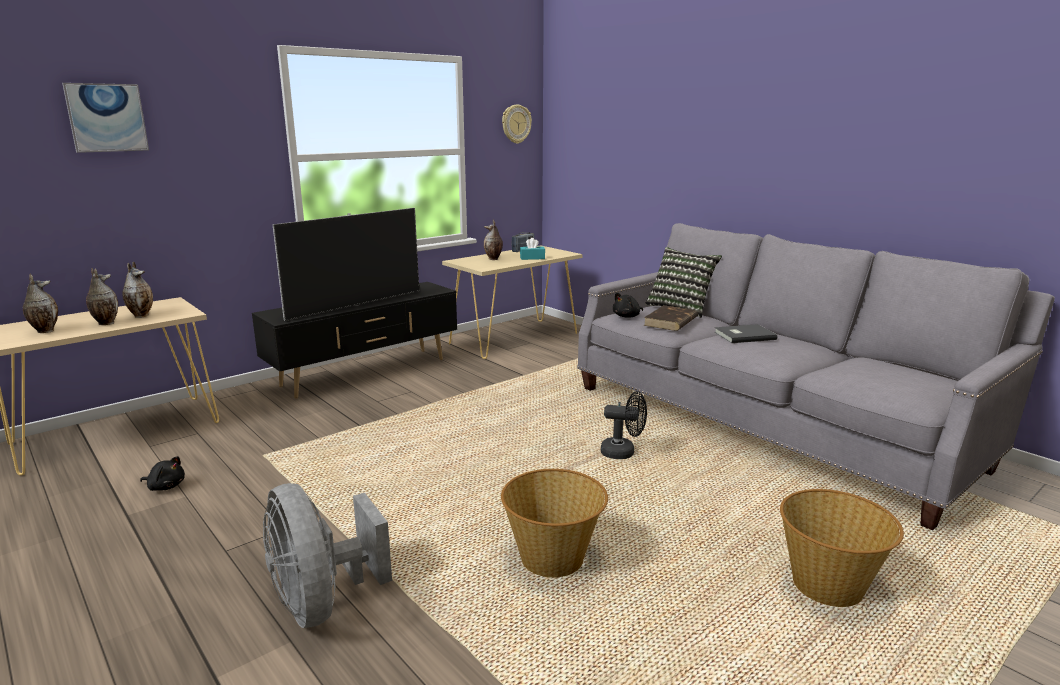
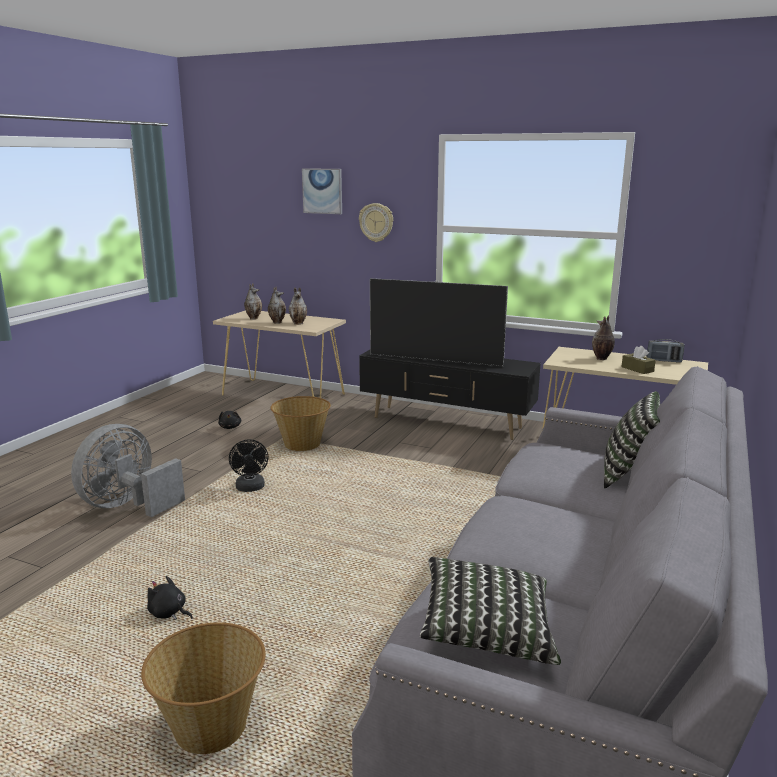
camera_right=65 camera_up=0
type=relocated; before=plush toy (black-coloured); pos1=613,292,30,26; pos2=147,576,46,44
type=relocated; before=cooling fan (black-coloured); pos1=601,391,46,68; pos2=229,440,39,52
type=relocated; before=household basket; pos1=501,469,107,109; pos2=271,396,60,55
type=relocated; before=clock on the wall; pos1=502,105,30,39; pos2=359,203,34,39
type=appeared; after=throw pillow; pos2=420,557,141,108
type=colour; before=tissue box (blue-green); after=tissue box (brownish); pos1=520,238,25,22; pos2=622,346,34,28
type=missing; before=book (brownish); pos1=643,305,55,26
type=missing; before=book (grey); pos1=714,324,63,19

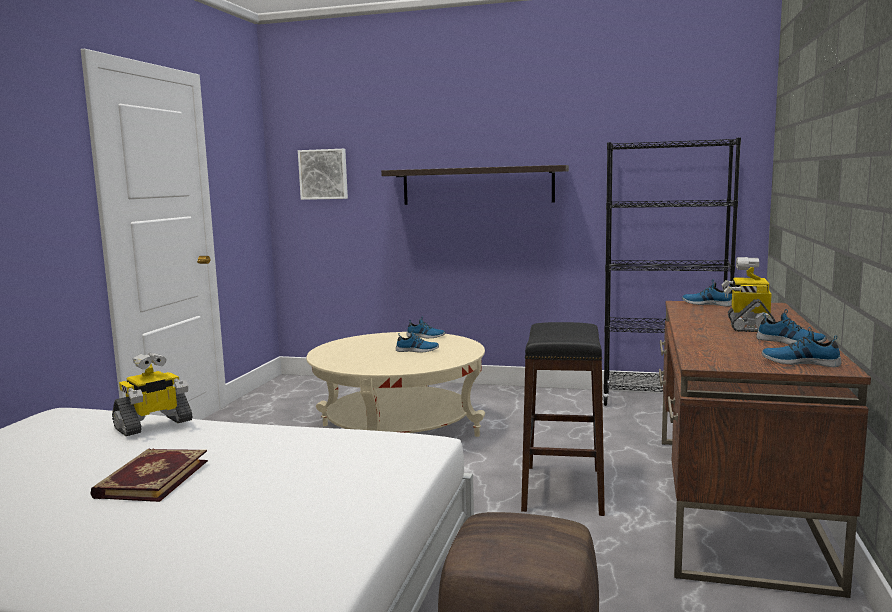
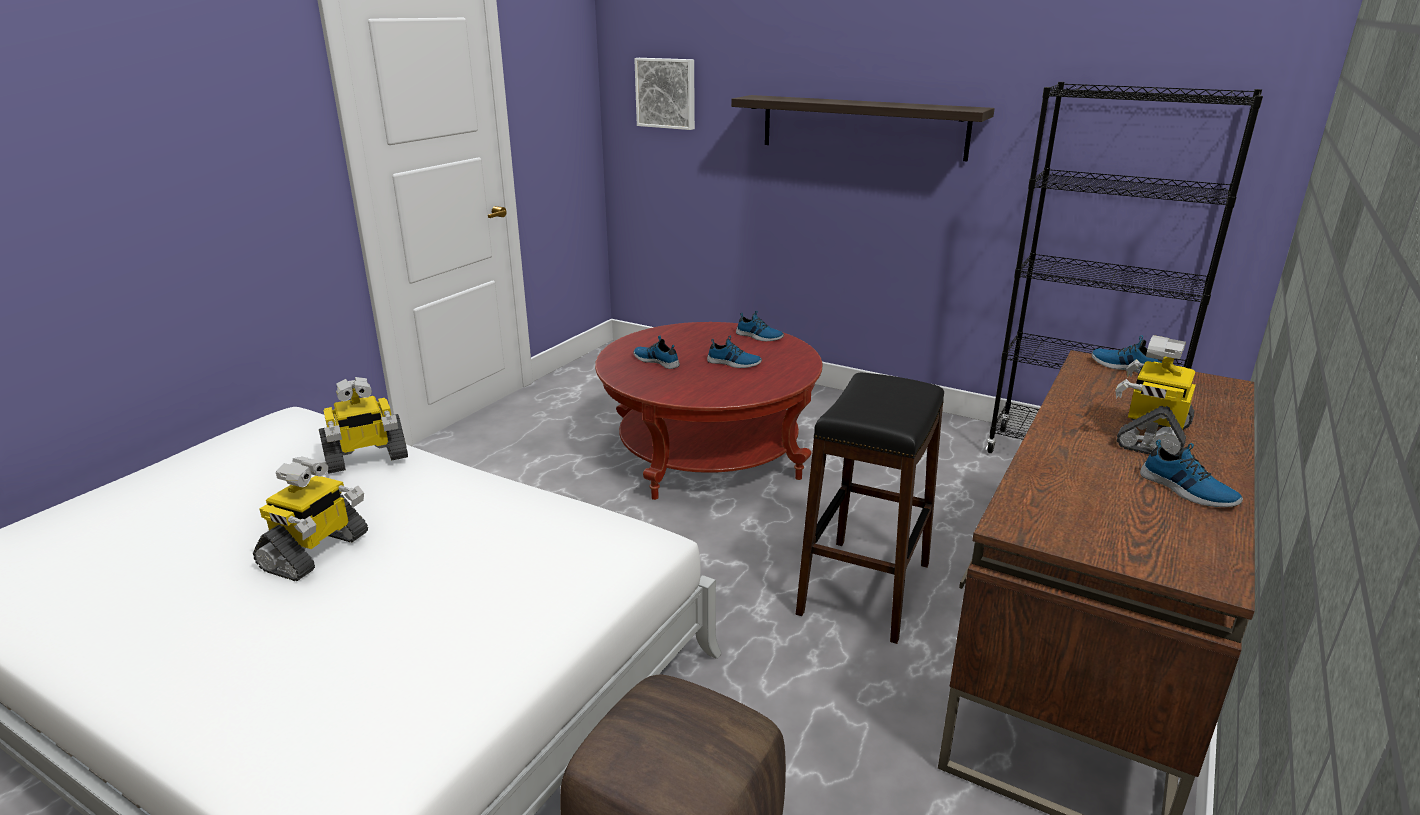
camera_right=15 camera_up=15
type=exchanged; before=book; after=model robot; pos1=90,448,118,54; pos2=253,457,115,124
type=colour; before=coffee table (sand-coloured); after=coffee table (red); pos1=306,332,179,105; pos2=595,322,227,178
type=relocated; before=item of footwear; pos1=762,327,80,40; pos2=634,335,46,34

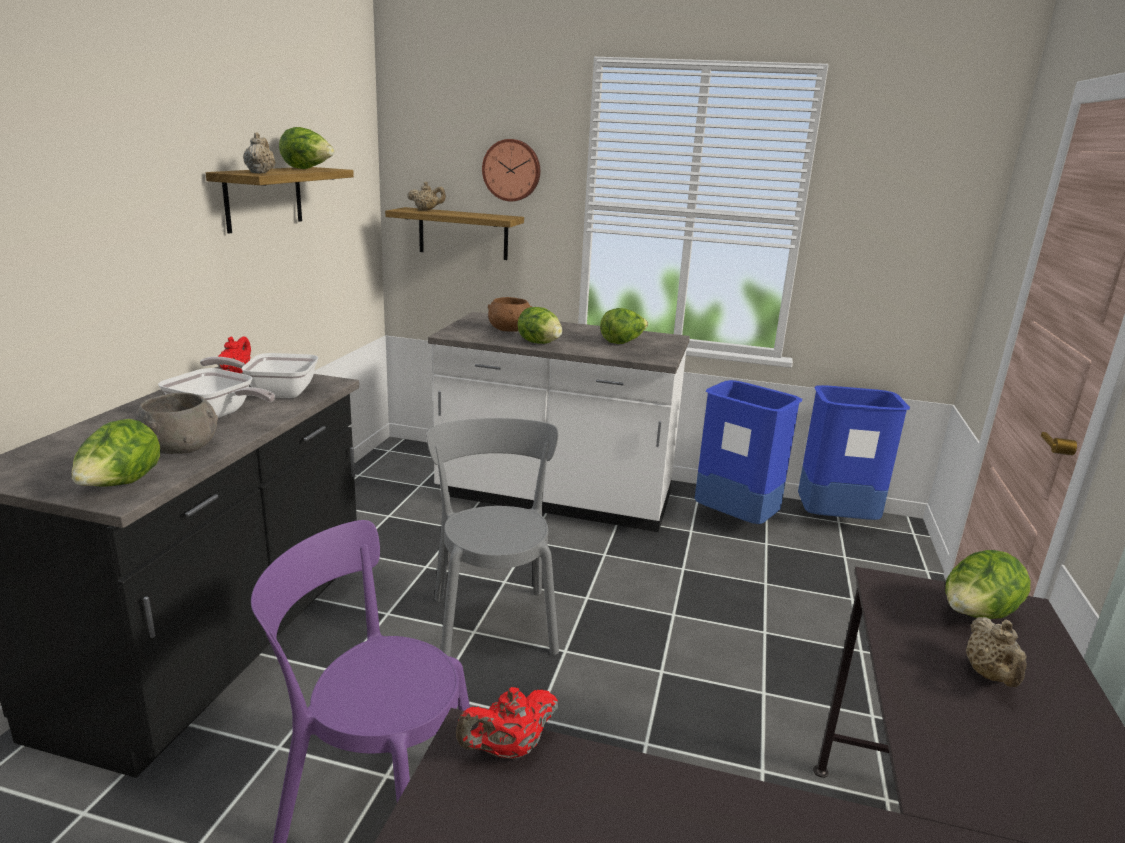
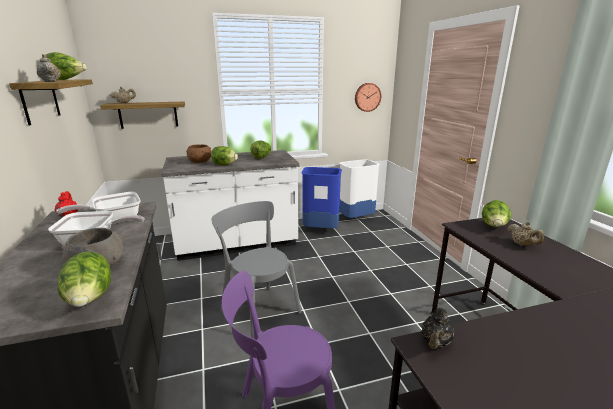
camera_right=-30 camera_up=0
type=colour; before=waste bin (bluish); after=waste bin (whitish); pos1=798,385,112,135; pos2=339,159,41,59
type=relocated; before=clock on the wall; pos1=482,139,58,63; pos2=355,83,26,29
type=colour; before=tea pot (red); after=tea pot (black-coloured); pos1=456,687,102,72; pos2=421,308,33,41

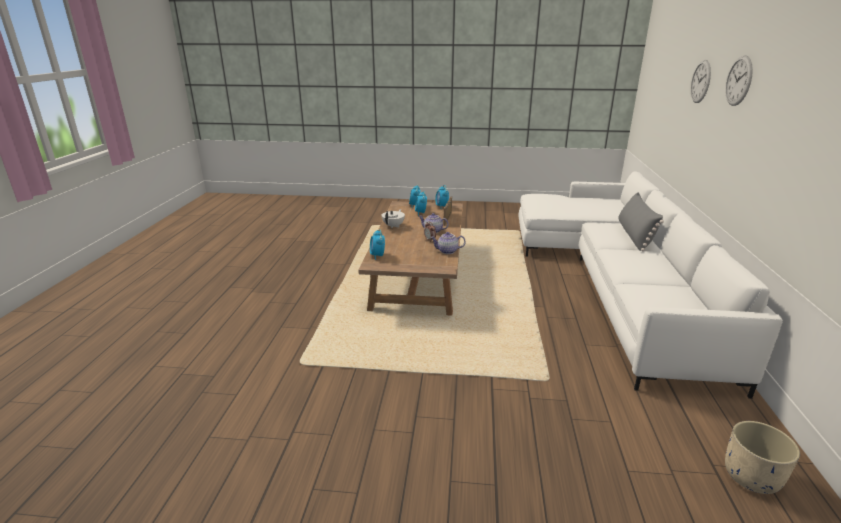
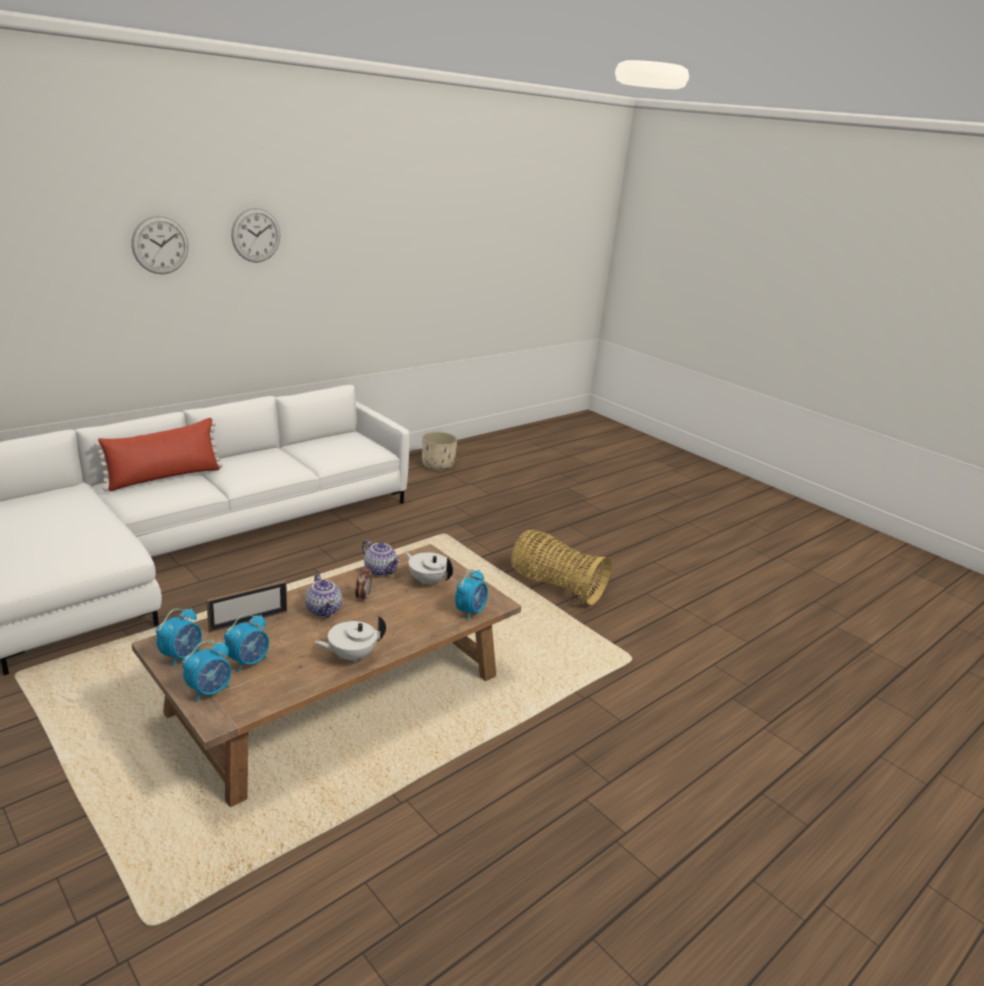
camera_right=-140 camera_up=0
type=colour; before=throw pillow (grey); after=throw pillow (red); pos1=618,192,46,59; pos2=94,418,129,74
type=relocated; before=clock on the wall; pos1=691,60,20,43; pos2=231,208,49,55
type=appeared; after=tea pot (whitish); pos2=404,551,49,35
type=appeared; after=household basket; pos2=511,530,100,75

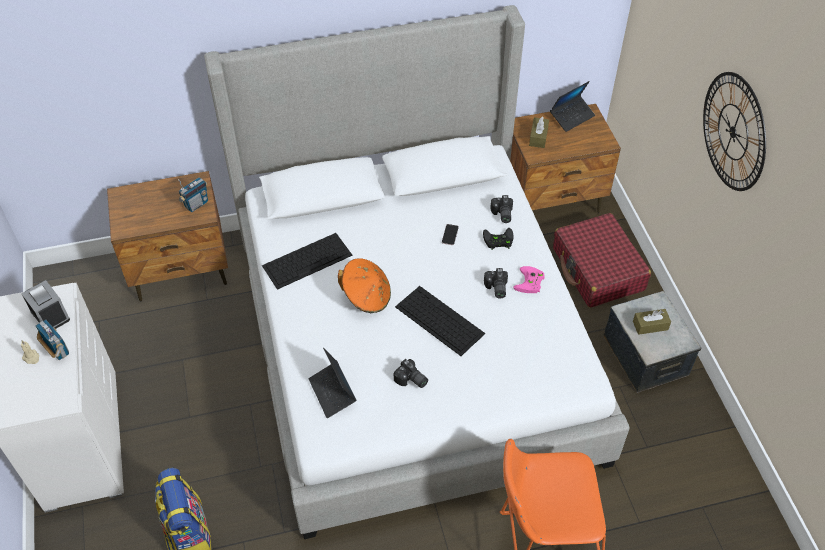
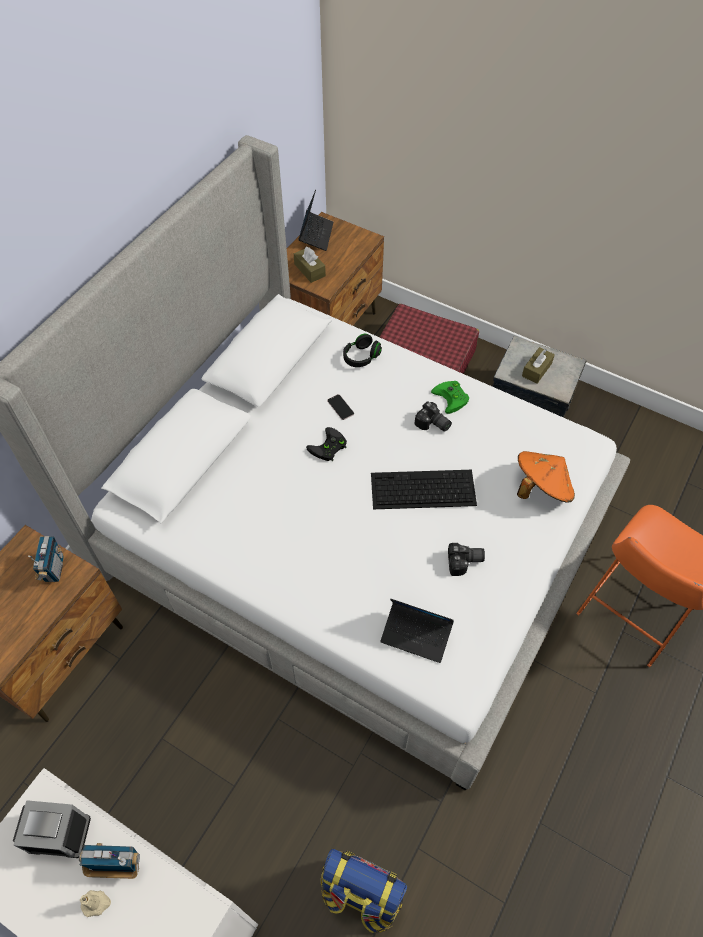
camera_right=-45 camera_up=5
type=relocated; before=joypad (black-coloured); pos1=483,228,31,22; pos2=306,427,41,34
type=exchanged; before=still camera; after=pair of headphones (black-coloured); pos1=490,195,23,28; pos2=343,334,39,33
type=colour; before=joypad (pinkish); after=joypad (greenish); pos1=513,266,32,27; pos2=431,381,38,33
type=relocated; before=wearable hat (orange-coloured); pos1=338,258,53,55; pos2=517,451,58,52
type=missing; before=computer keyboard; pos1=262,233,91,57
type=missing; before=clock on the wall; pos1=703,72,63,119

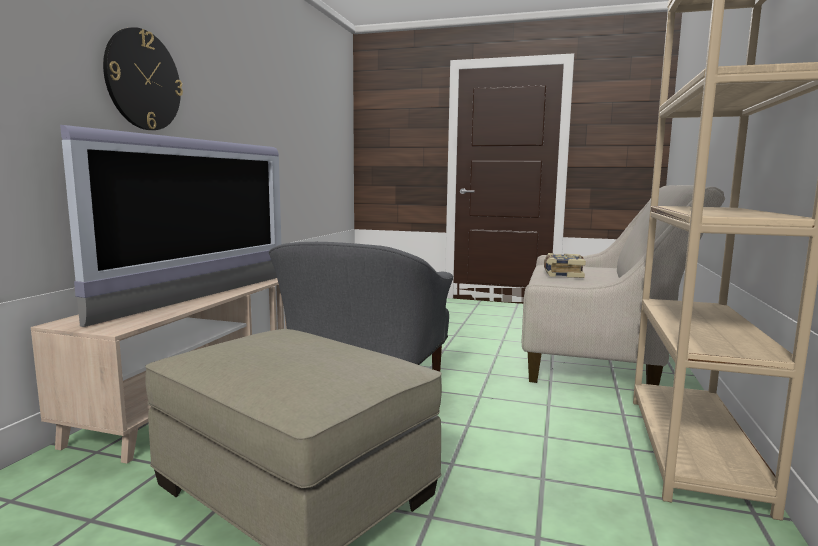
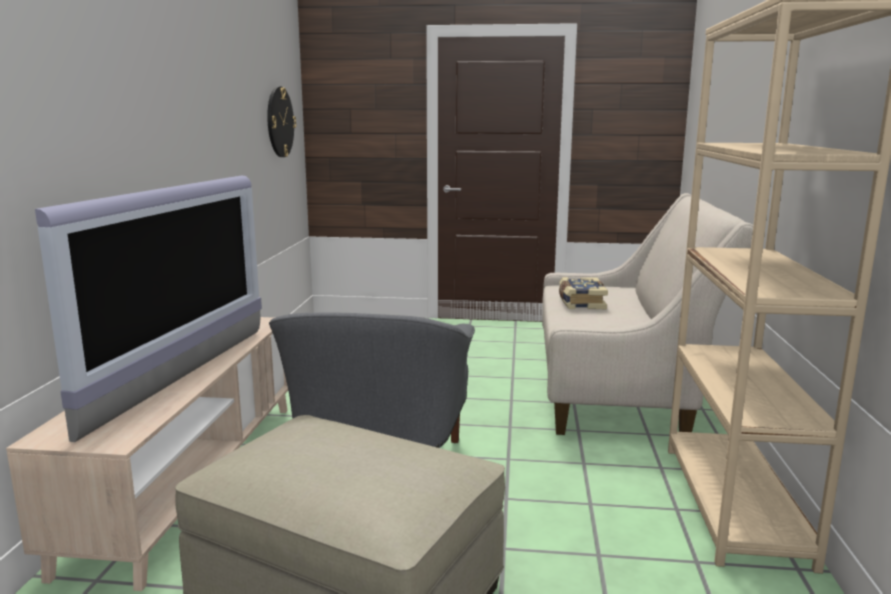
camera_right=-10 camera_up=5
type=relocated; before=clock on the wall; pos1=103,27,80,103; pos2=267,86,29,71

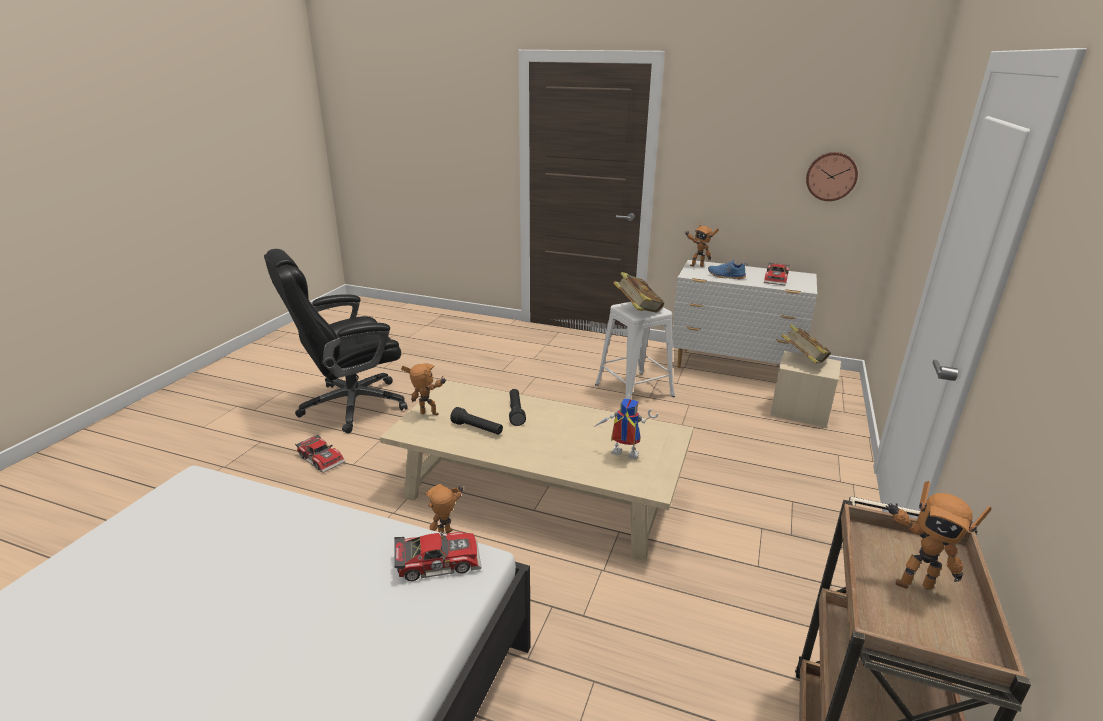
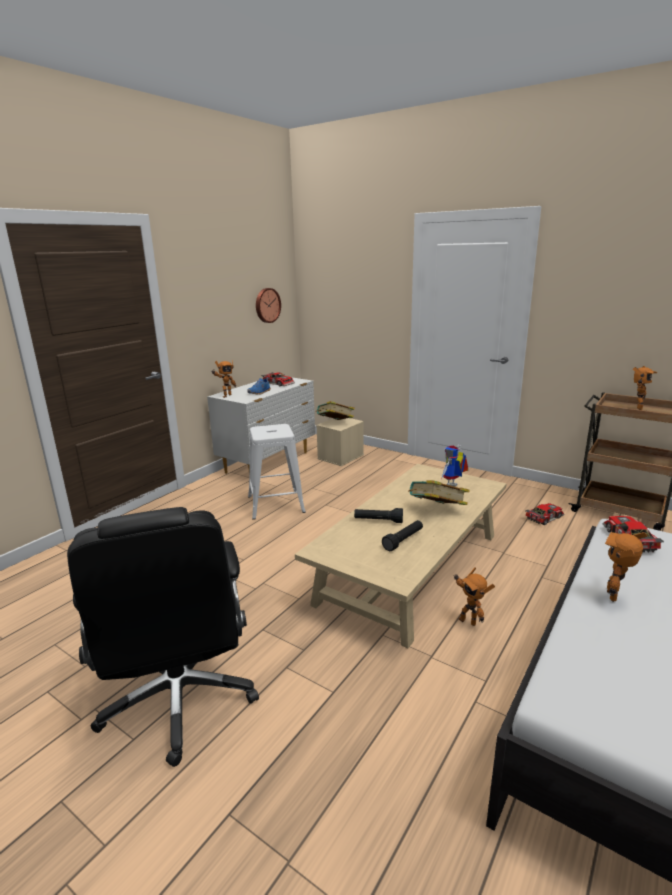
camera_right=-75 camera_up=-5
type=relocated; before=book; pos1=614,272,50,41; pos2=408,480,61,25
type=relocated; before=miniature car; pos1=295,434,50,39; pos2=525,503,40,22
type=relocated; before=model robot; pos1=401,364,46,51; pos2=605,532,42,70

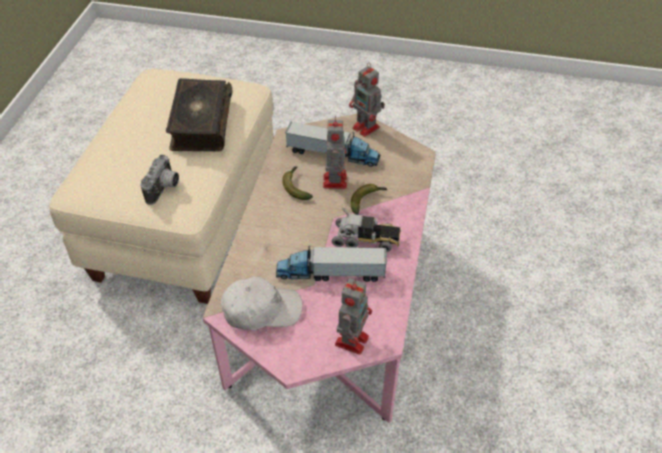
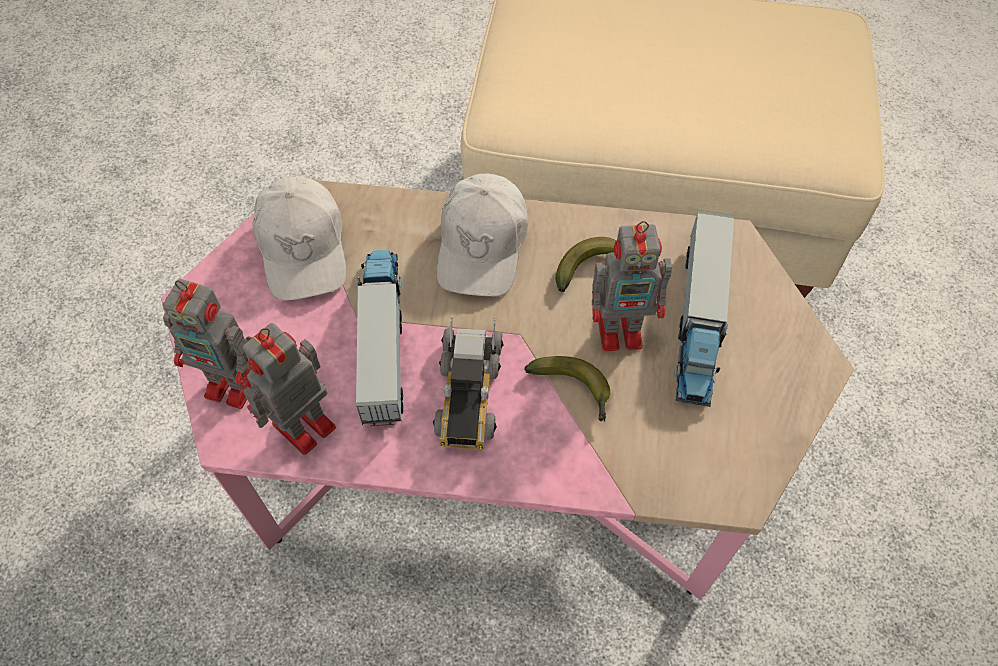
camera_right=85 camera_up=10
type=relocated; before=model robot; pos1=349,63,36,74; pos2=242,323,94,132
type=appeared; after=baseball cap (whitish); pos2=437,174,91,123
type=missing; before=still camera; pos1=140,155,39,50
type=missing; before=book; pos1=166,78,67,74

